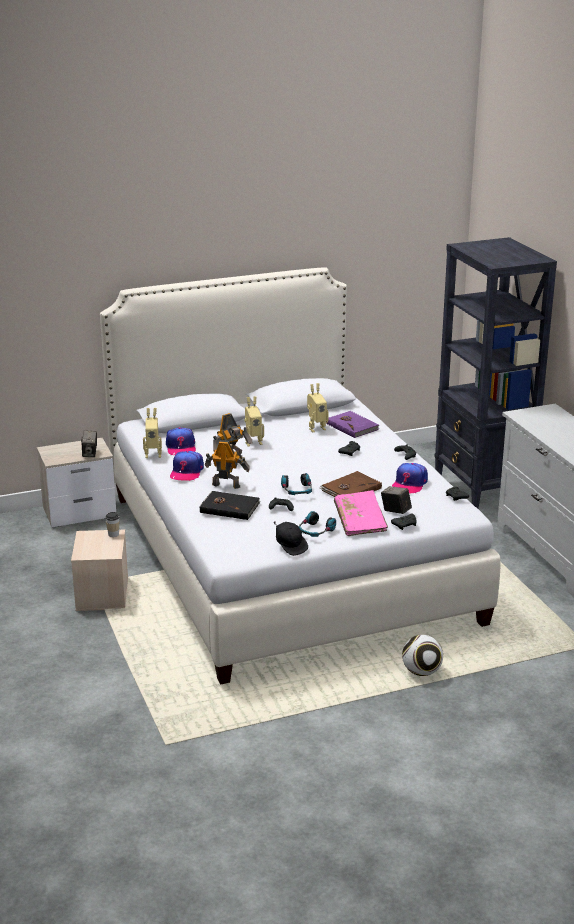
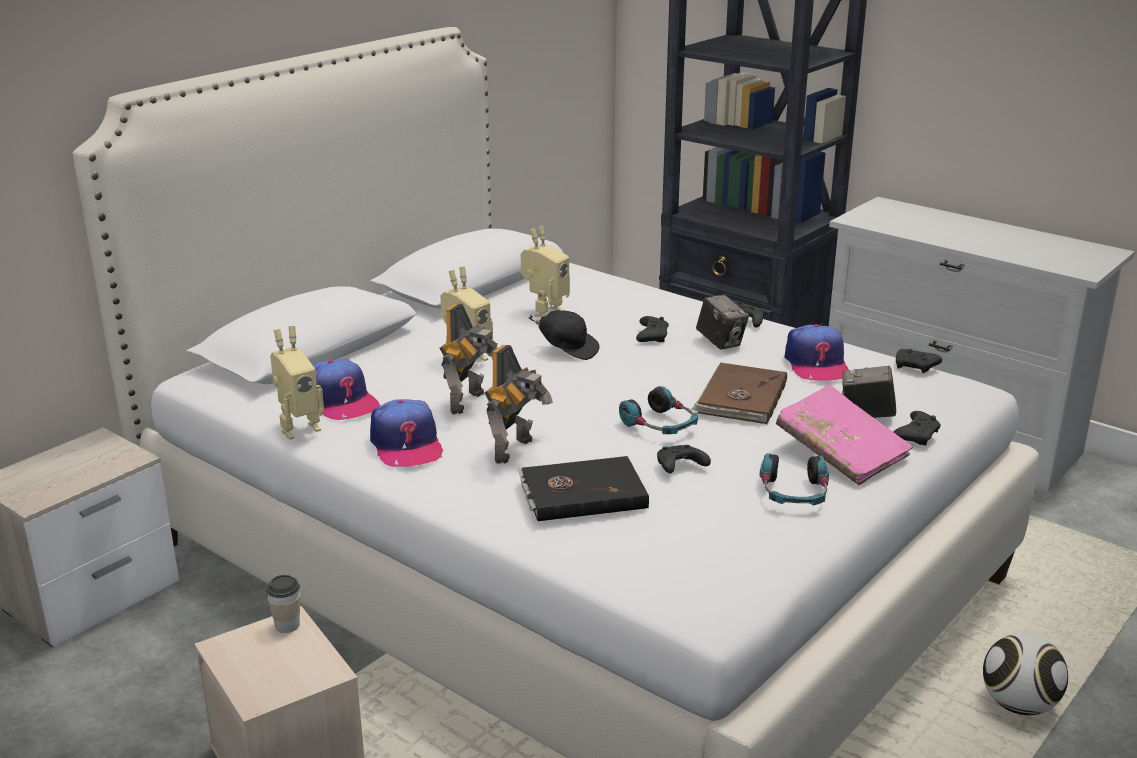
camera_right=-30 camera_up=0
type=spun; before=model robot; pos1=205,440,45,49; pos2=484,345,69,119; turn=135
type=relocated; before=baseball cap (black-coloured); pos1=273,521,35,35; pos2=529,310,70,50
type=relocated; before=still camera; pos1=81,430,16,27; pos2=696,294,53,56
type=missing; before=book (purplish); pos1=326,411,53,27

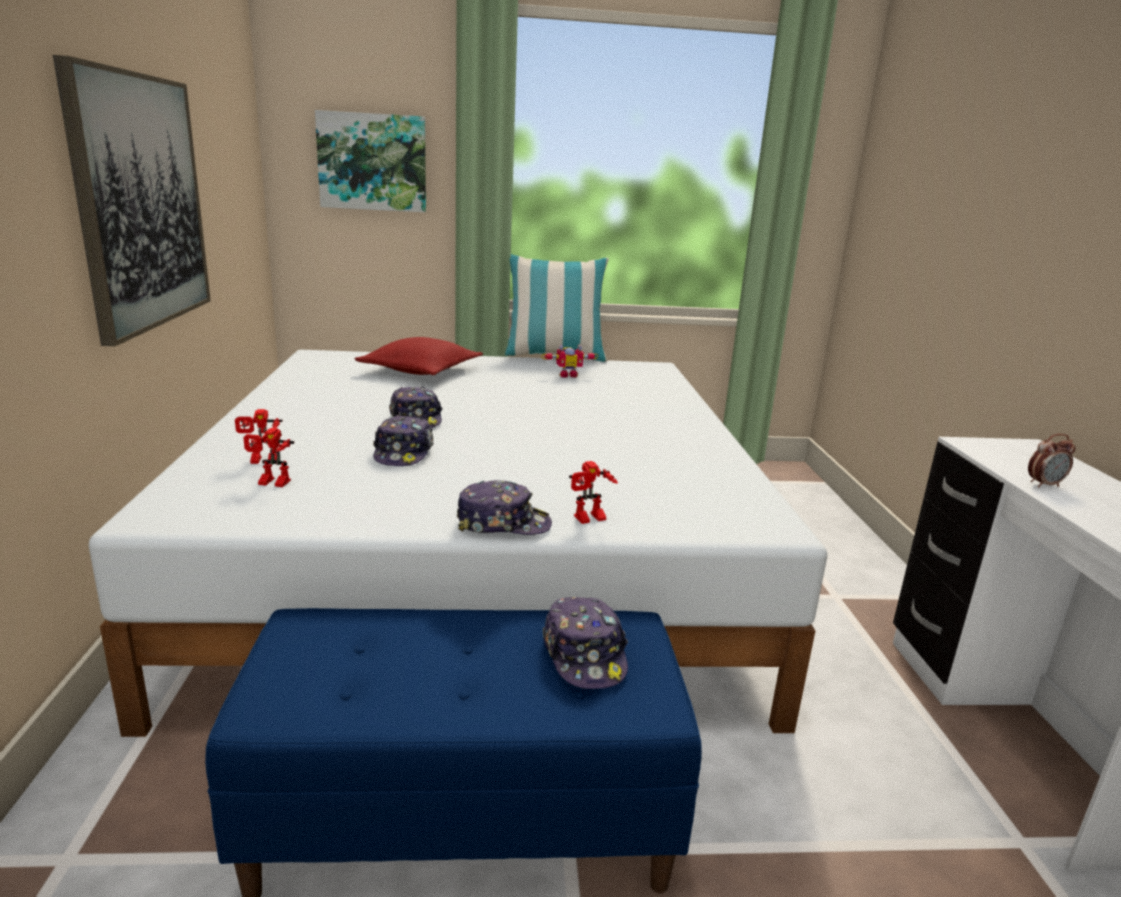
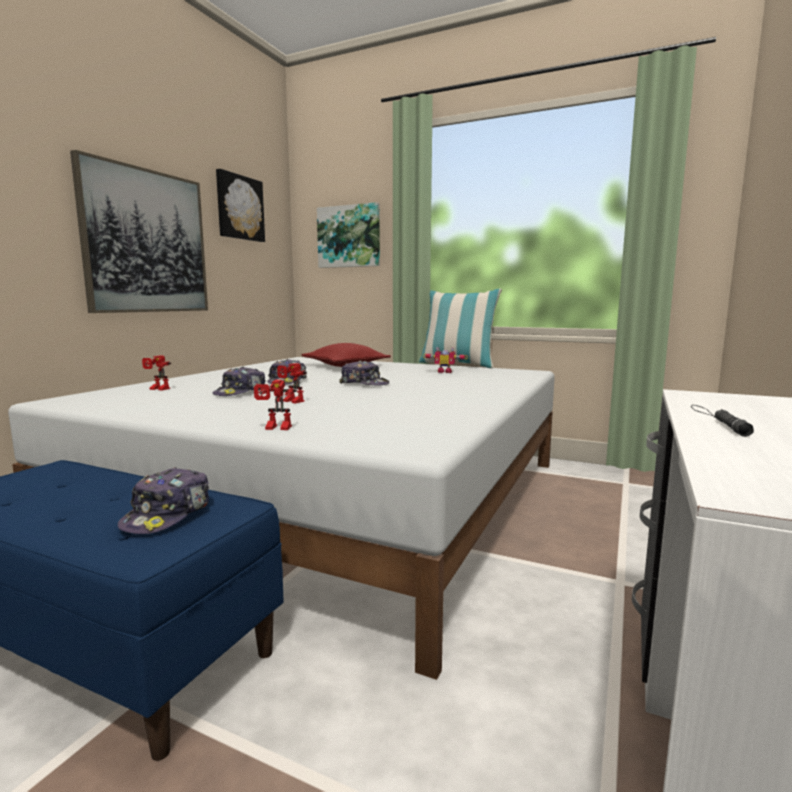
camera_right=30 camera_up=-10
type=appeared; after=wall art; pos2=216,169,49,73
type=relocated; before=model robot; pos1=243,428,51,59; pos2=277,363,30,40
type=relocated; before=baseball cap; pos1=457,480,95,55; pos2=340,361,49,25
type=exchanged; before=alarm clock; after=torch (black-coloured); pos1=1028,434,47,53; pos2=691,405,63,32

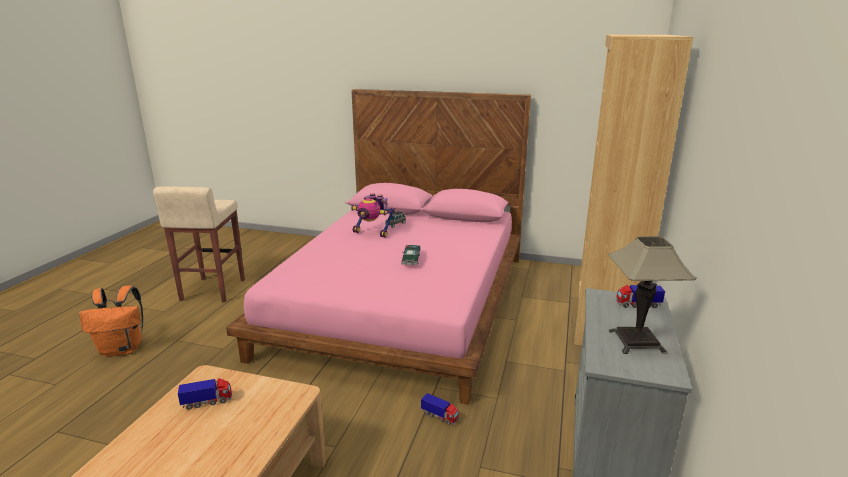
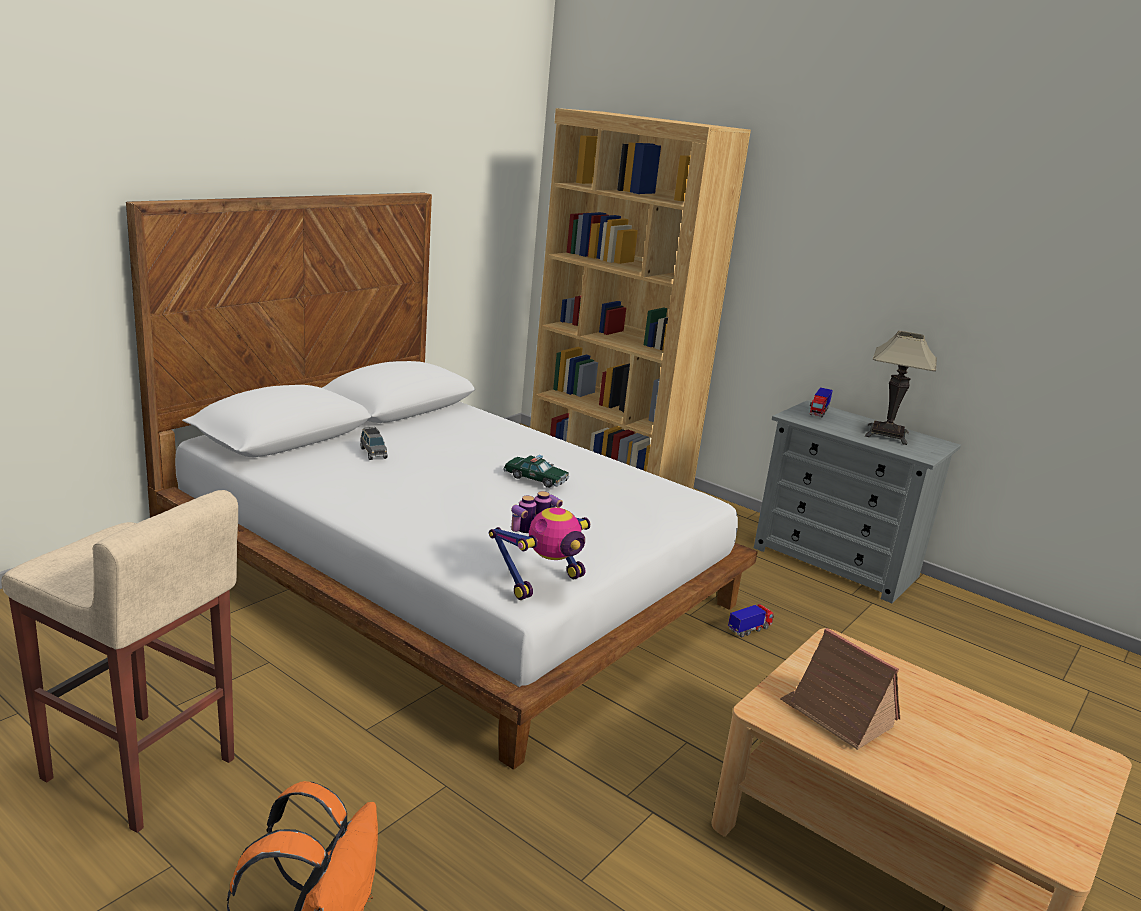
camera_right=-70 camera_up=0
type=colour; before=bed (pinkish); after=bed (whitish); pos1=226,89,305,316; pos2=126,193,632,577
type=relocated; before=model robot; pos1=351,193,45,45; pos2=489,491,101,109
type=exchanged; before=toy lorry; after=model house; pos1=178,378,54,32; pos2=780,628,120,122

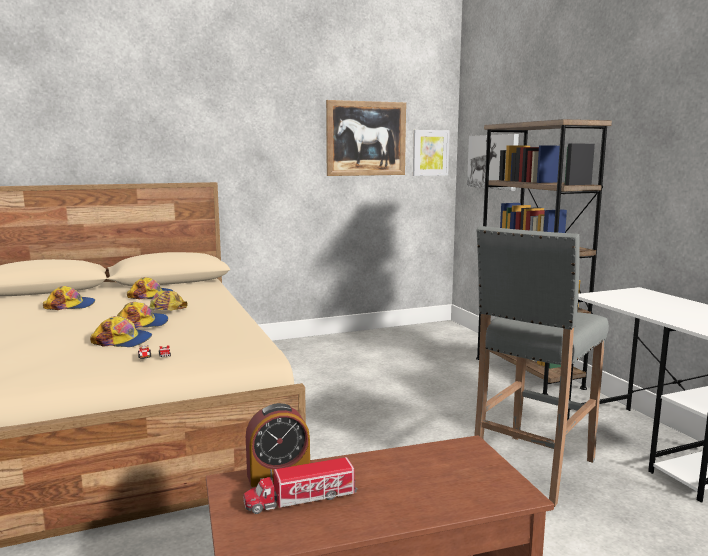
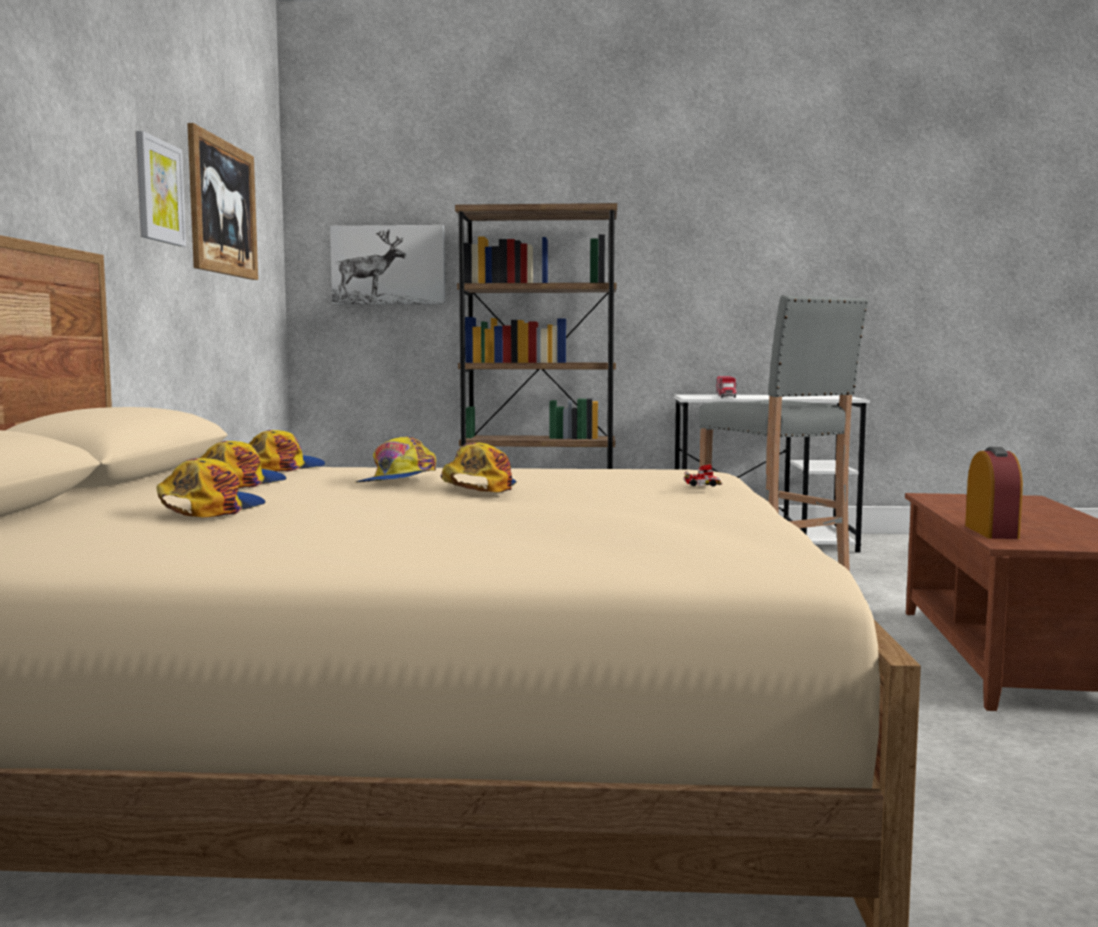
camera_right=-65 camera_up=-5
type=relocated; before=wall art; pos1=413,130,37,46; pos2=136,131,50,116
type=relocated; before=baseball cap; pos1=90,316,62,31; pos2=248,430,78,42
type=relocated; before=toy lorry; pos1=243,457,115,57; pos2=716,376,21,22

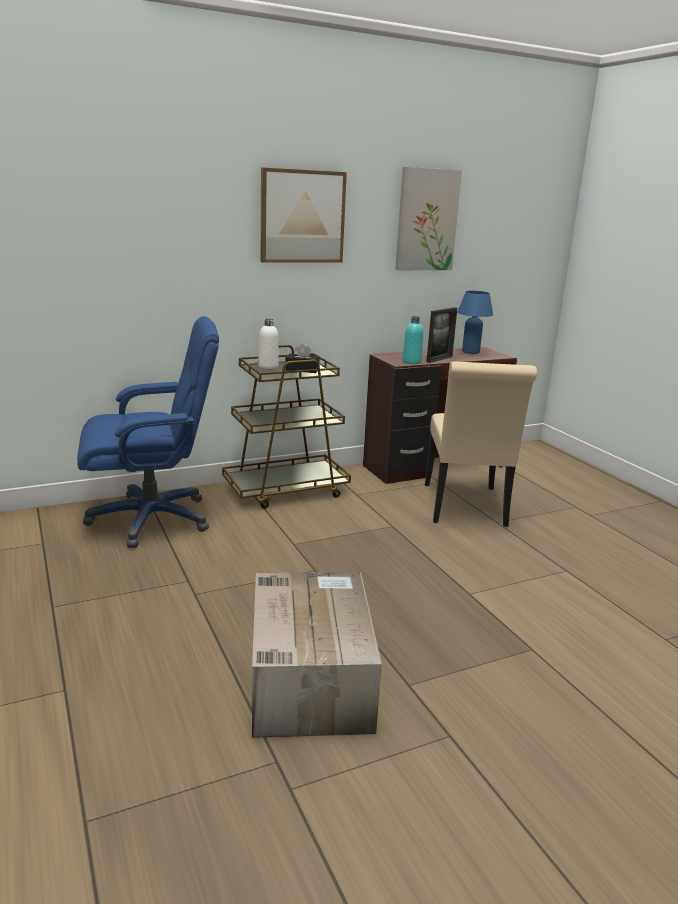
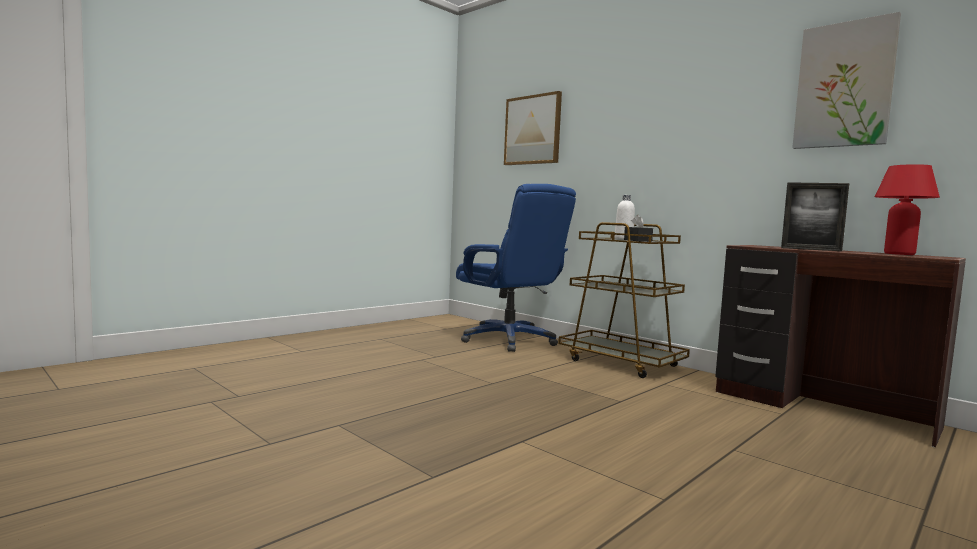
camera_right=70 camera_up=-15
type=relocated; before=wall art; pos1=261,168,86,95; pos2=504,91,58,74
type=colour; before=tabletop lamp (bluish); after=tabletop lamp (red); pos1=457,291,36,63; pos2=875,164,65,91
type=missing; before=packing box; pos1=252,572,130,166
type=missing; before=bottle (blue-green); pos1=402,316,21,48
type=missing; before=upright chair (sand-coloured); pos1=425,361,112,166

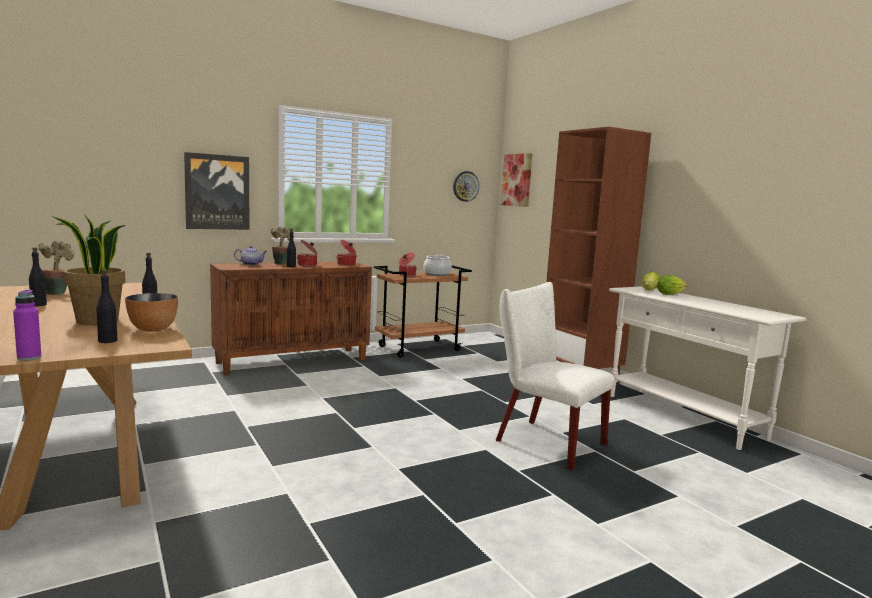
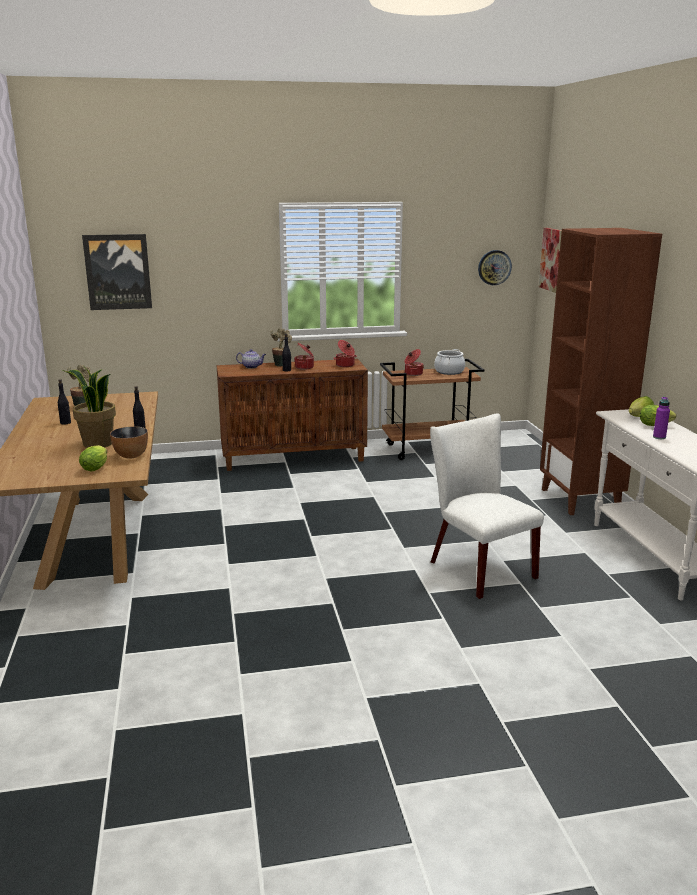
camera_right=20 camera_up=10
type=exchanged; before=bottle (black-coloured); after=lettuce; pos1=97,269,21,74; pos2=79,445,28,27
type=relocated; before=wall art; pos1=184,152,66,78; pos2=82,234,70,76
type=relocated; before=bottle (purplish); pos1=13,290,28,71; pos2=653,397,17,42

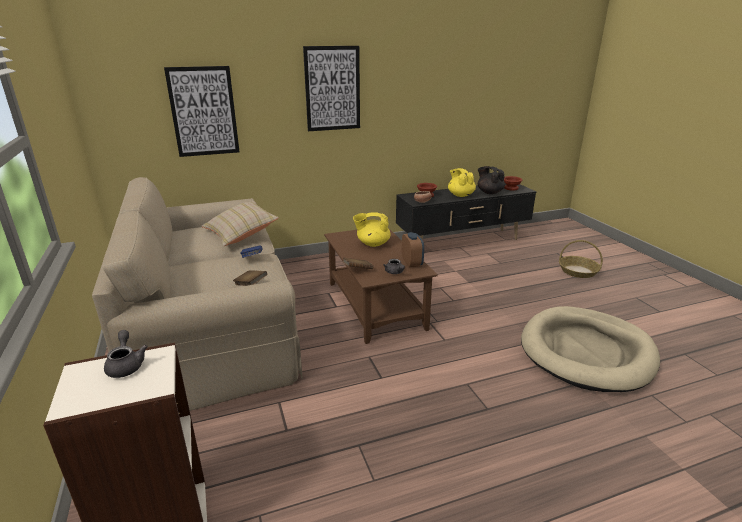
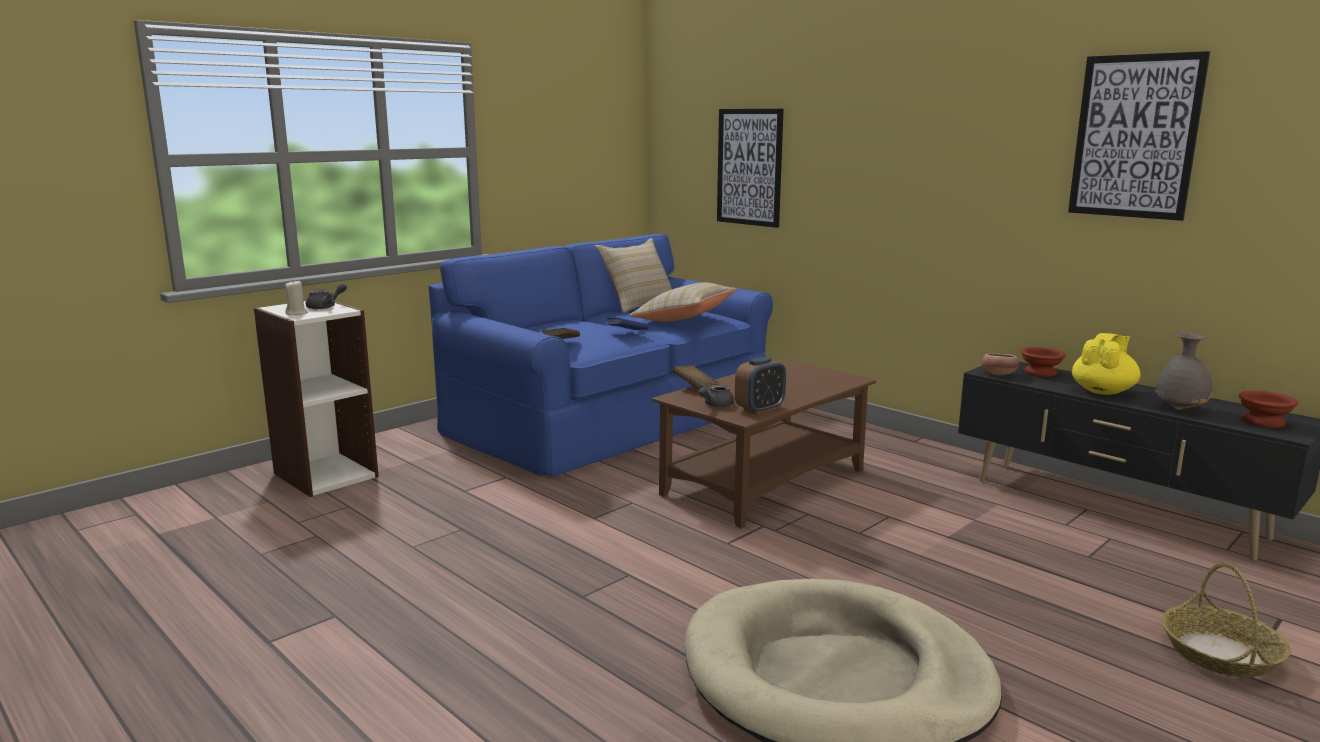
camera_right=65 camera_up=-10
type=appeared; after=candle (sand-coloured); pos2=285,281,23,34
type=colour; before=couch (sand-coloured); after=couch (bluish); pos1=92,177,211,234; pos2=428,234,345,243
type=appeared; after=throw pillow (sand-coloured); pos2=595,238,77,75
type=relocated; before=wall art; pos1=303,46,57,85; pos2=1068,51,142,170
type=exchanged; before=tea pot (black-coloured); after=flower vase (grey); pos1=478,166,27,28; pos2=1155,332,58,78
type=missing; before=tea pot (yellow); pos1=353,212,38,35

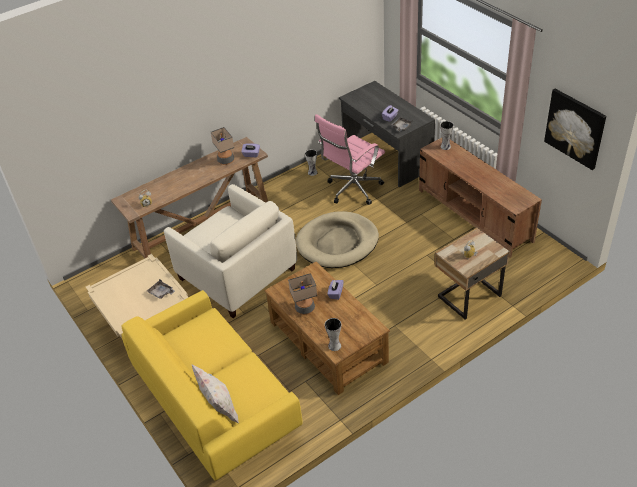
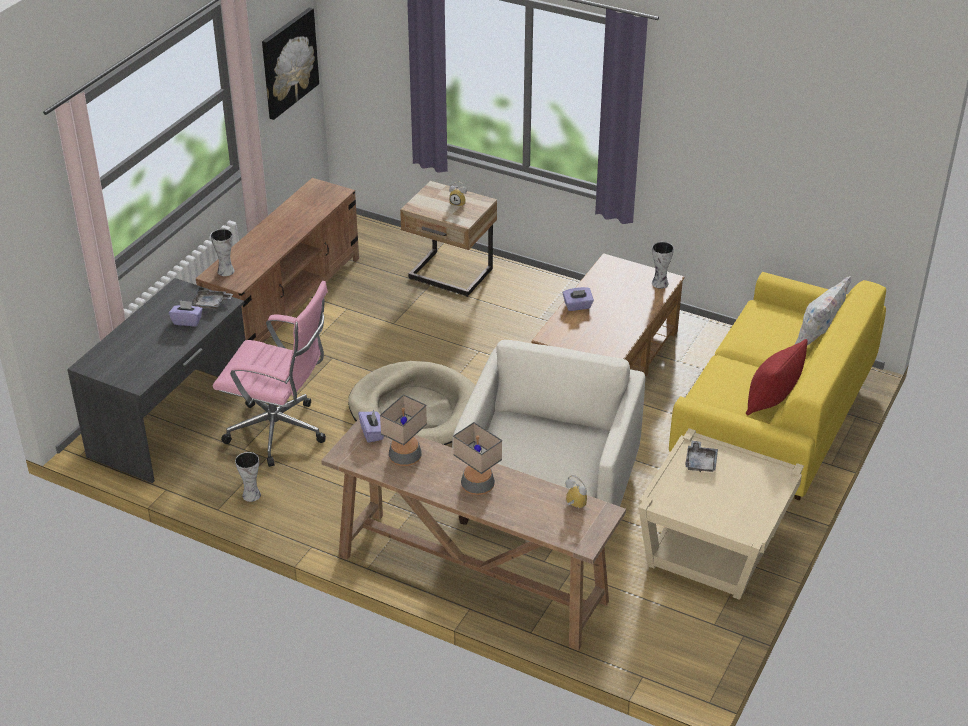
camera_right=-120 camera_up=-5
type=relocated; before=tabletop lamp; pos1=288,273,29,42; pos2=453,422,49,73
type=appeared; after=throw pillow (red); pos2=746,339,62,76

